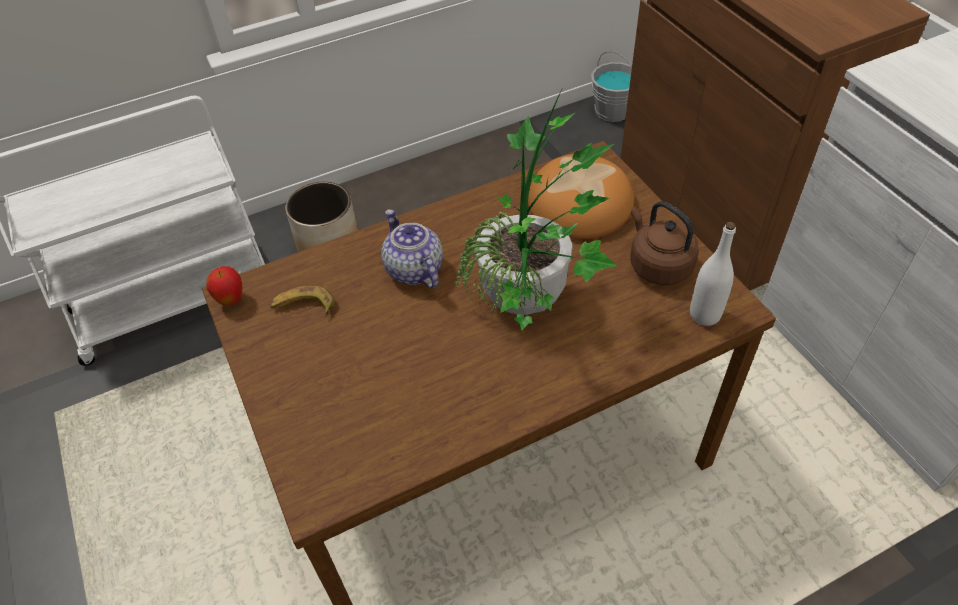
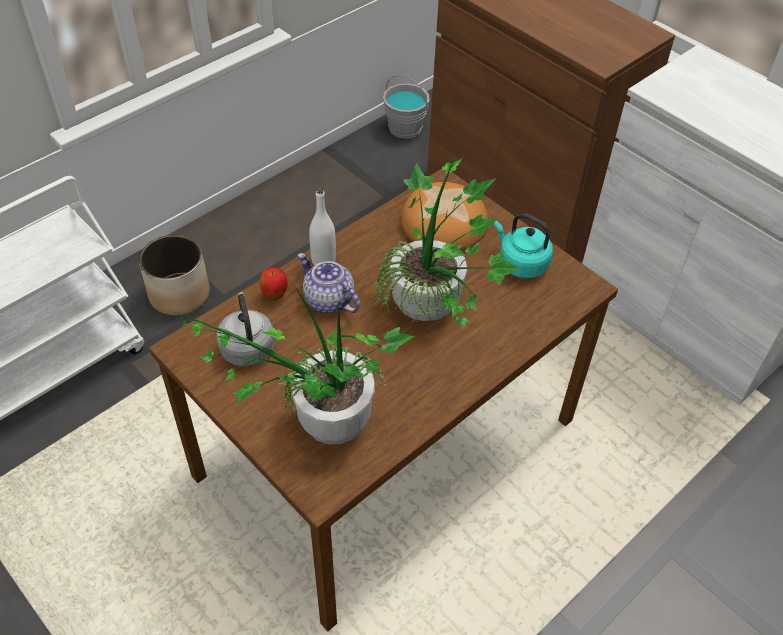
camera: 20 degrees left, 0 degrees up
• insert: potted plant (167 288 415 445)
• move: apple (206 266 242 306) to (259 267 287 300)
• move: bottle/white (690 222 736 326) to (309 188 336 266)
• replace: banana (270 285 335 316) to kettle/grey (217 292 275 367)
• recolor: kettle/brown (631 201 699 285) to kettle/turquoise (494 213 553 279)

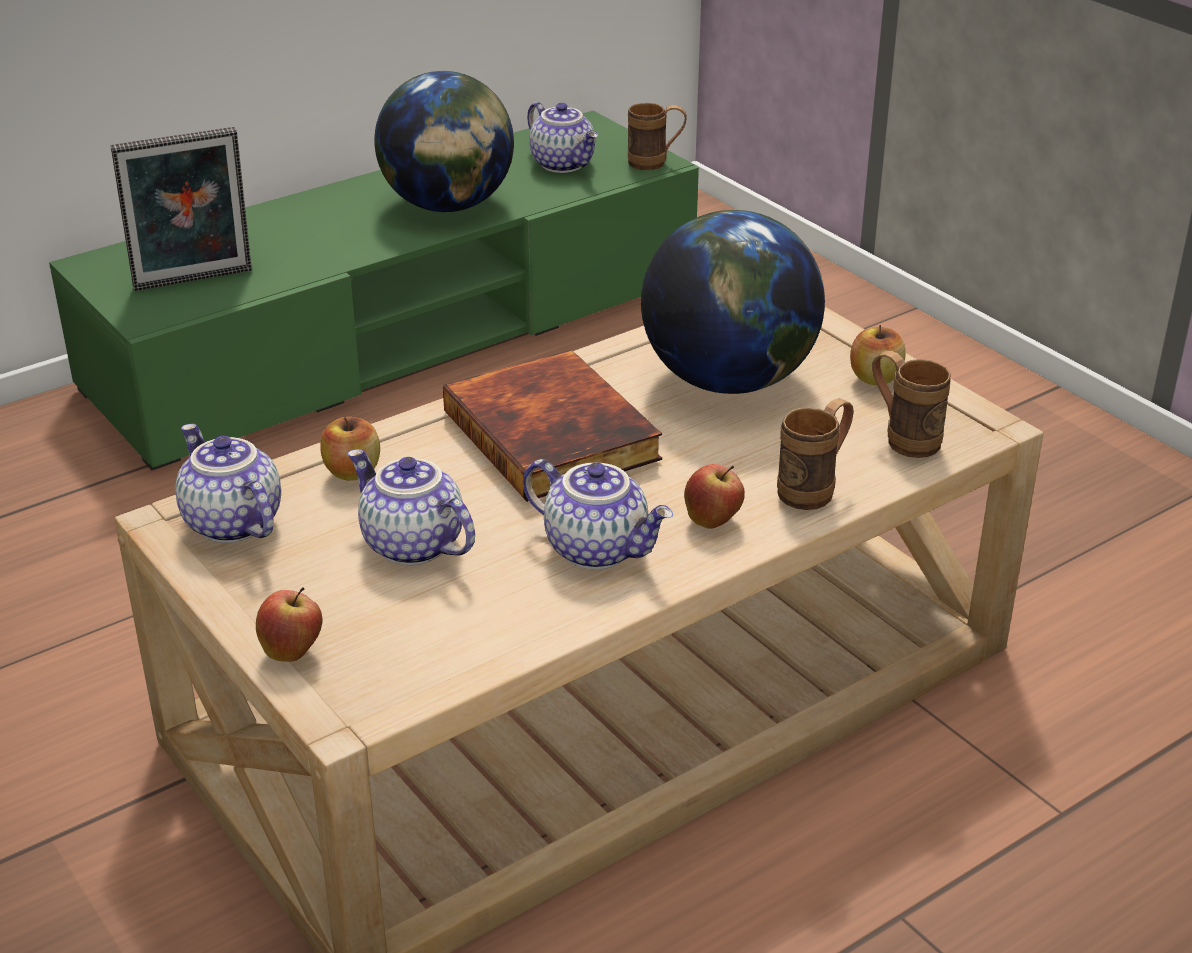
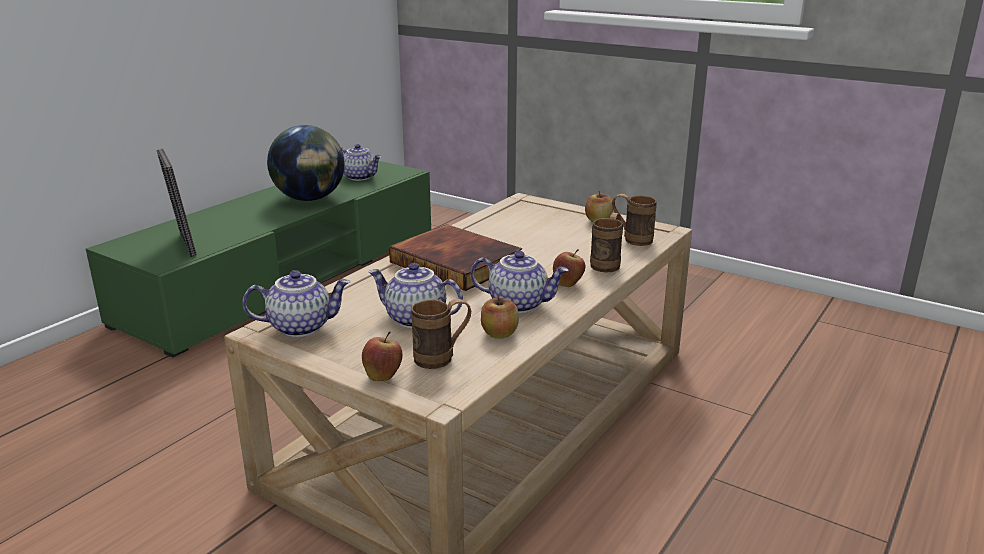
camera: 20 degrees left, 10 degrees down
• delete: globe (641 210 825 394)
• move: apple (320 417 380 481) to (481 297 519 339)
• move: mug/brown (628 103 687 170) to (411 299 471 369)
• rotate: picture frame (110 127 252 291) = (156 149 197 257) 105 degrees clockwise
• rotate: teapot (175 424 281 543) = (243 270 350 337) 135 degrees clockwise

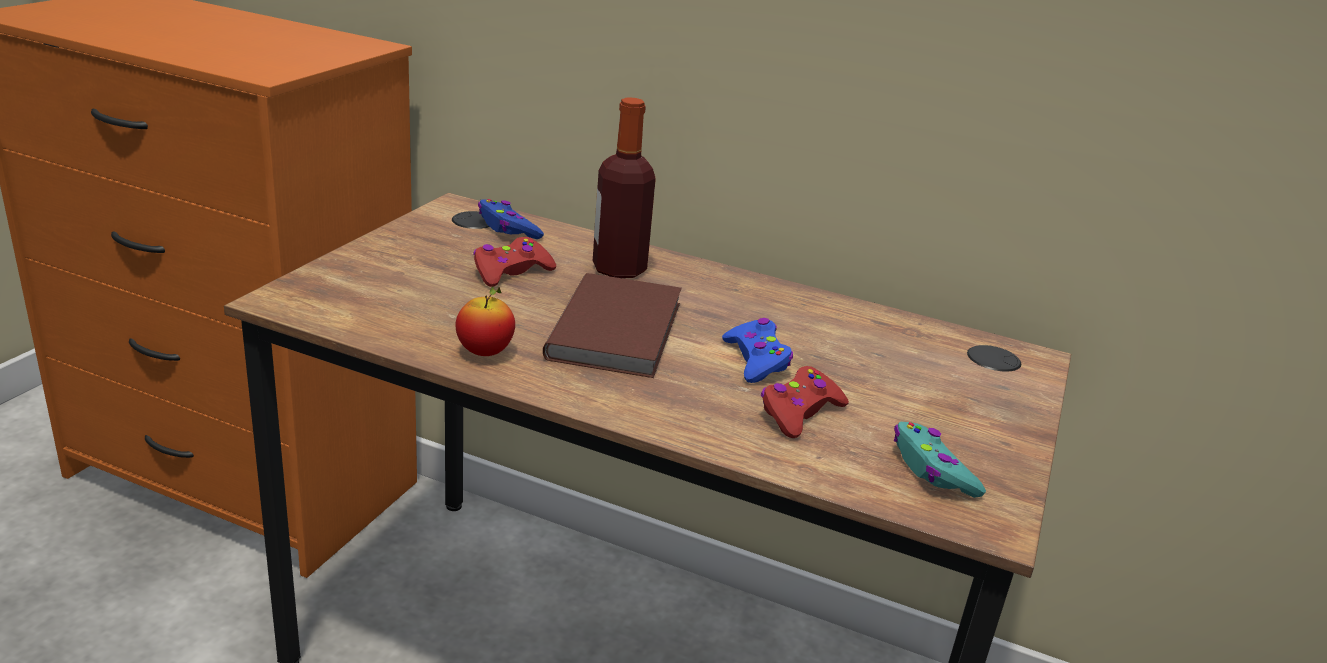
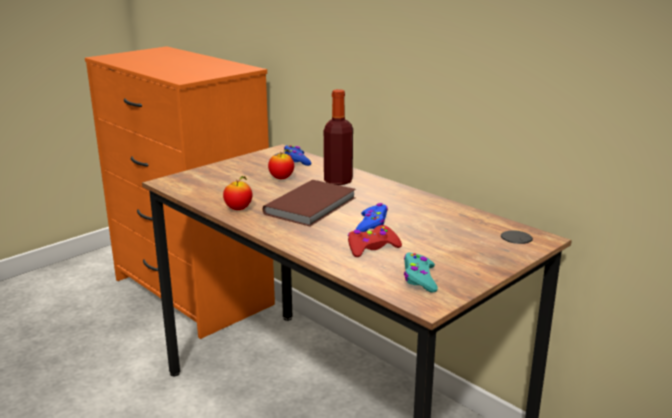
camera: 25 degrees right, 5 degrees down
• replace: game controller/red (473 237 556 287) to apple (268 149 294 179)

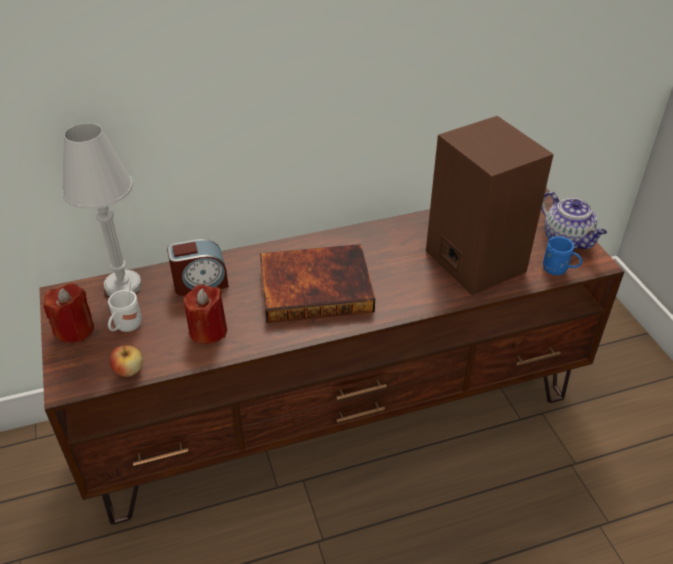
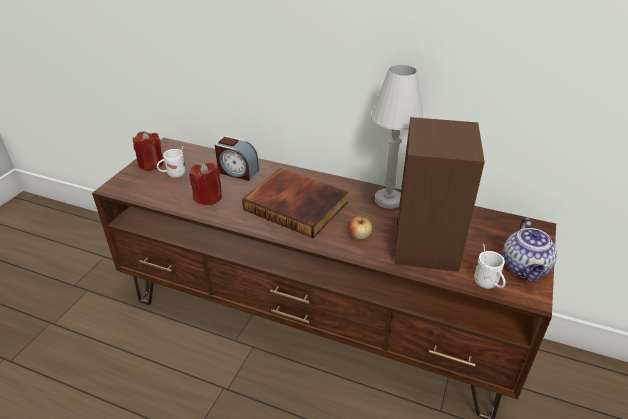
camera: 40 degrees right, 5 degrees down
• move: table lamp/white (62 123 142 296) to (371 65 424 209)
• move: apple (110 345 143 377) to (348 215 373 240)
• recolor: mug/blue (543 233 582 275) to mug/white (474 244 506 289)

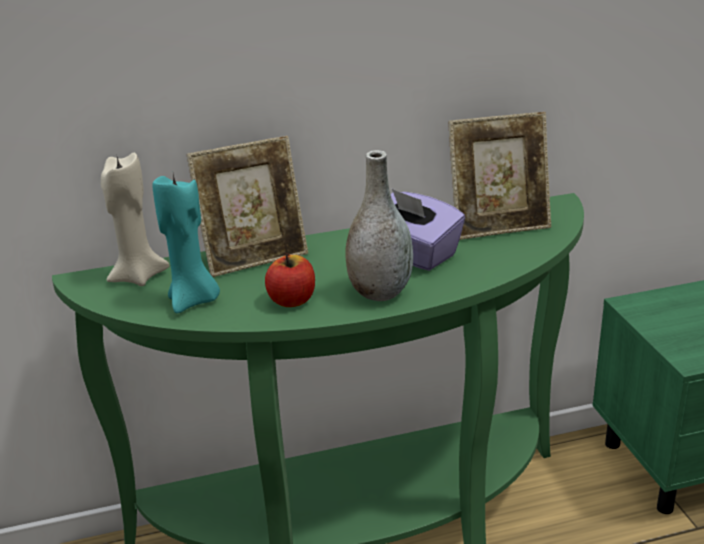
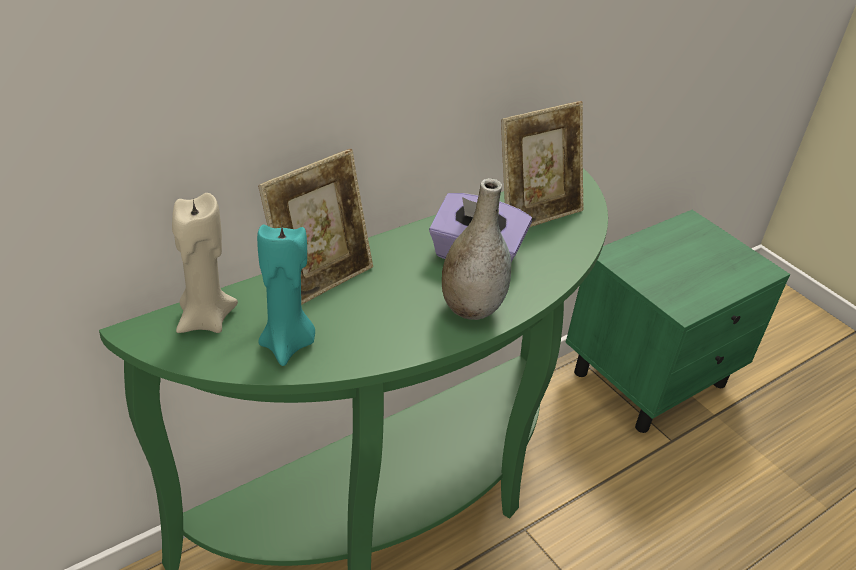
camera: 25 degrees left, 10 degrees up
• delete: apple (265 253 315 307)

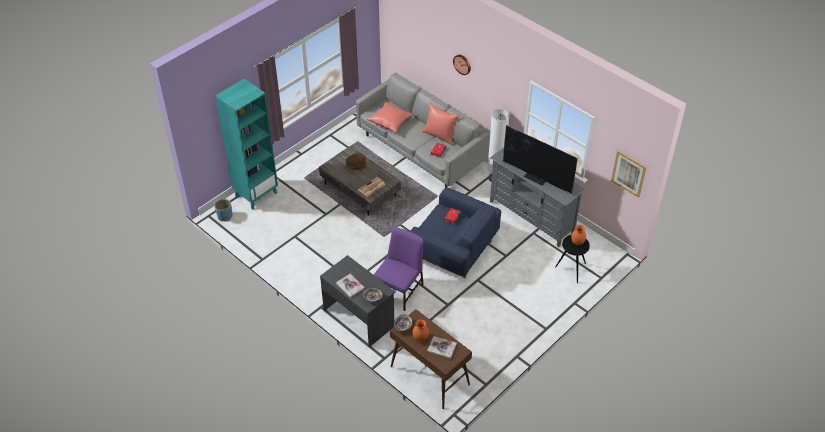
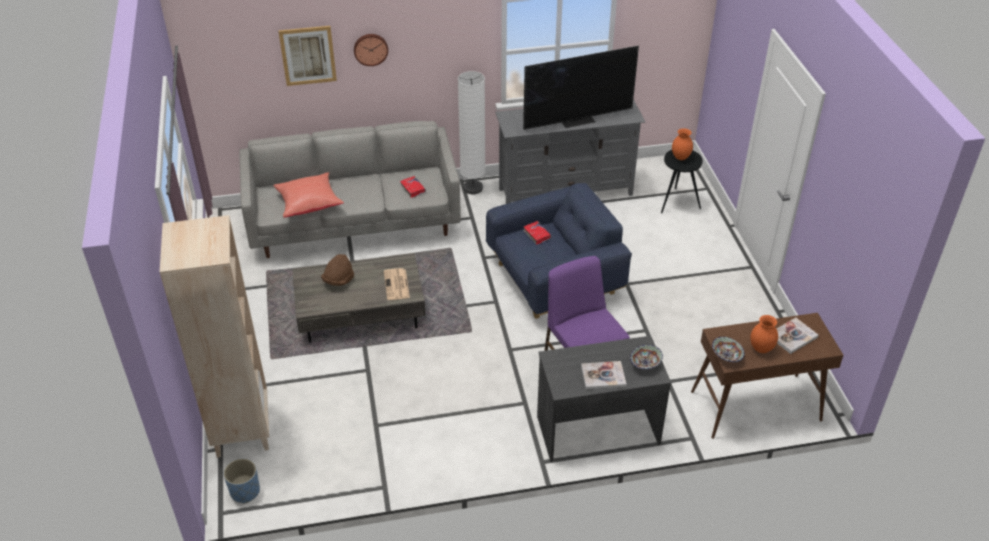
camera: 55 degrees left, 5 degrees down
• delete: pillow/red (422 103 459 145)
• move: picture (611 151 647 198) to (278 26 337 86)
• recolor: bookcase/turquoise (215 79 278 210) to bookcase/beige (160 215 269 458)

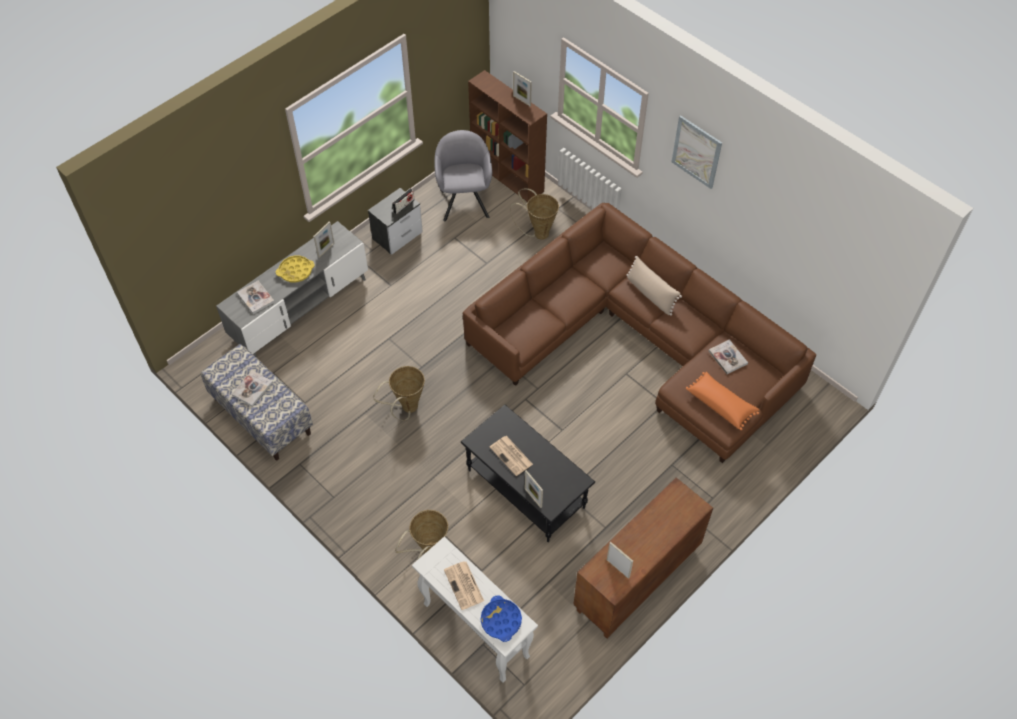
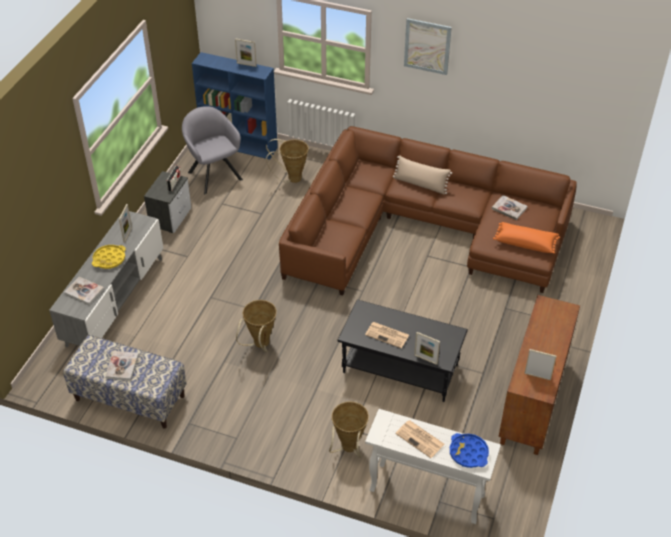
camera: 25 degrees left, 10 degrees down
• recolor: bookcase/brown (468 70 547 202) to bookcase/blue (192 52 278 160)

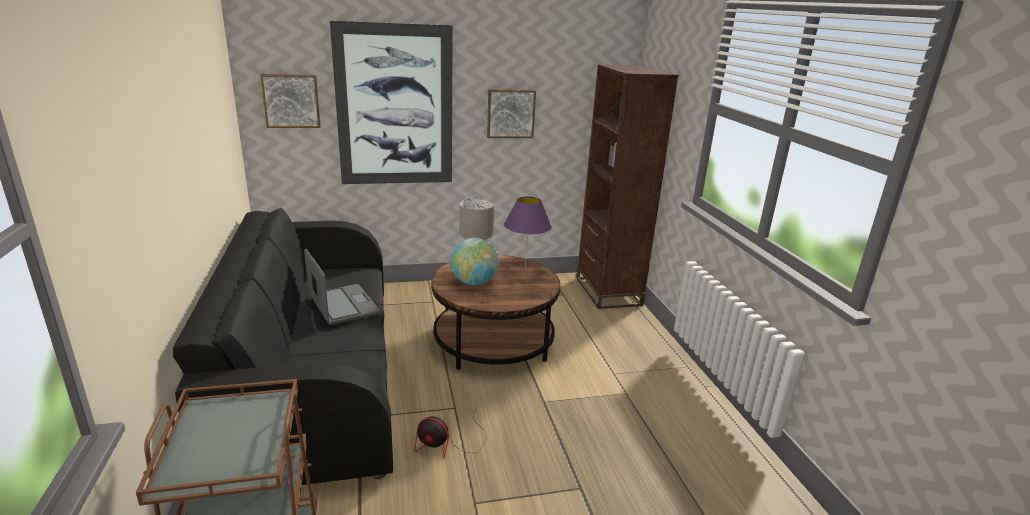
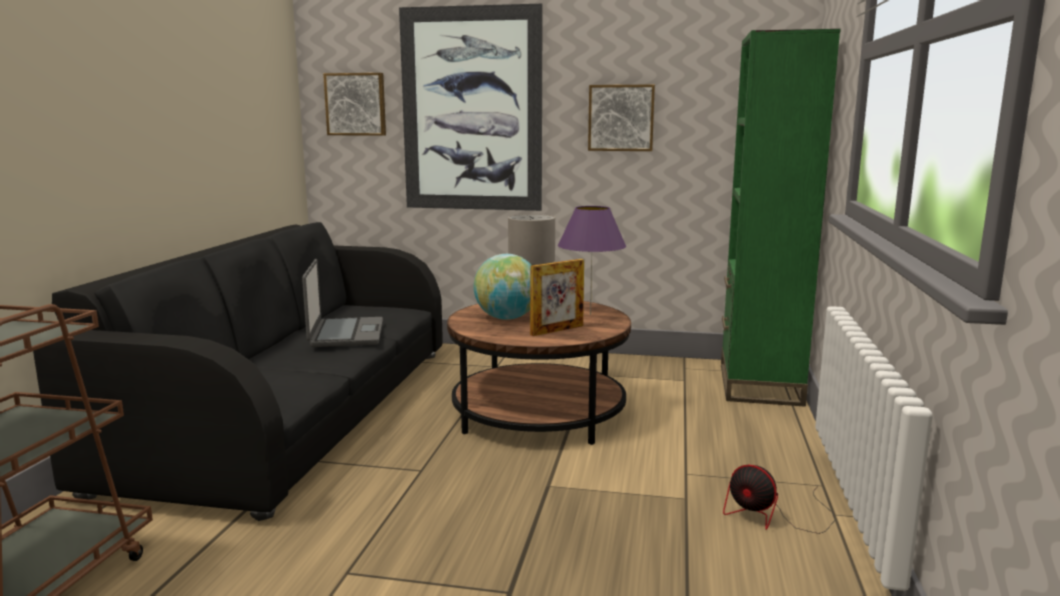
camera: 25 degrees right, 10 degrees down
• insert: picture frame (530 259 584 336)
• move: fan (414 411 487 459) to (723 465 836 534)
• recolor: bookcase/brown (576 64 679 309) to bookcase/green (721 29 841 407)

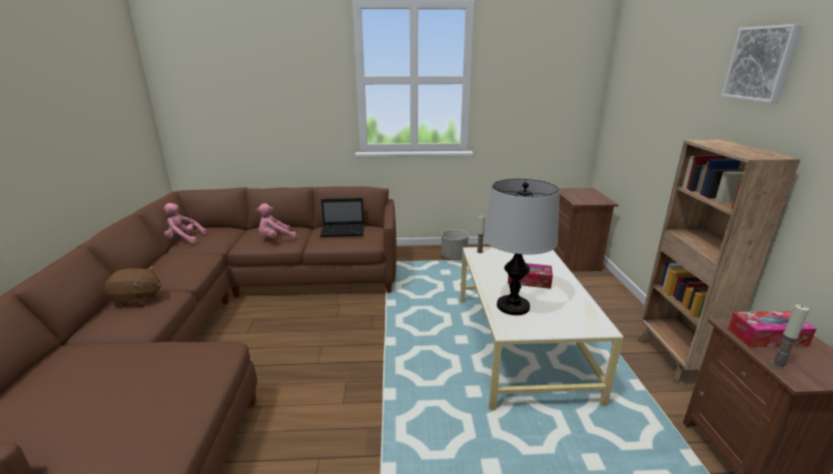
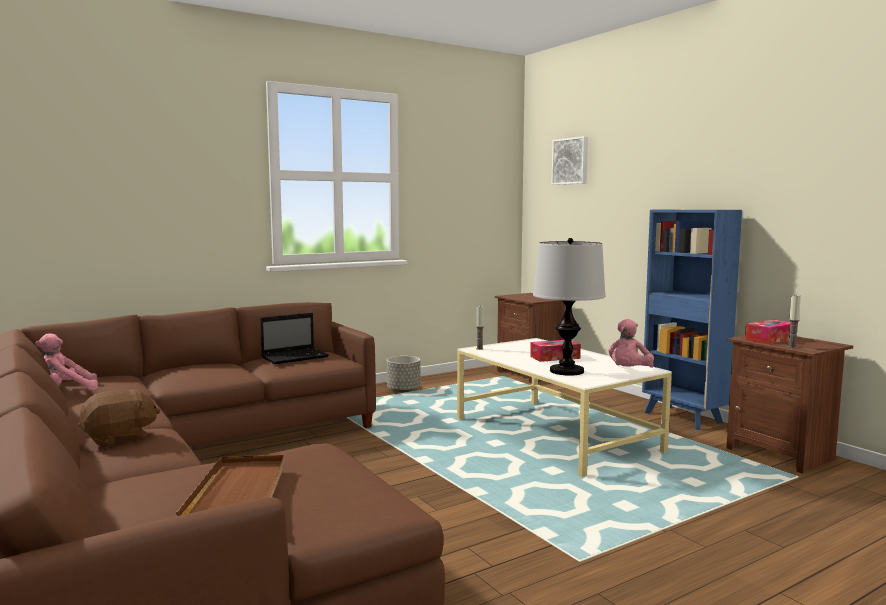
camera: 30 degrees left, 15 degrees down
• insert: tray/brown (176 455 284 516)
• move: plush toy/pink (256 203 297 239) to (608 319 654 368)
• move: picture (721 24 804 103) to (552 136 588 185)
• recolor: bookcase/brown (638 140 801 384) to bookcase/blue (642 210 742 430)

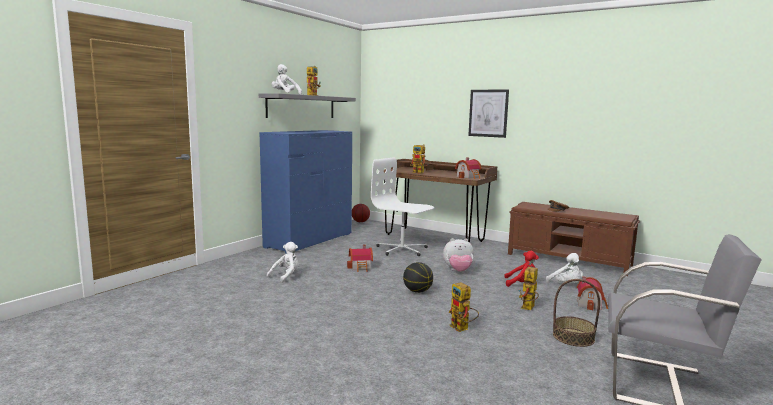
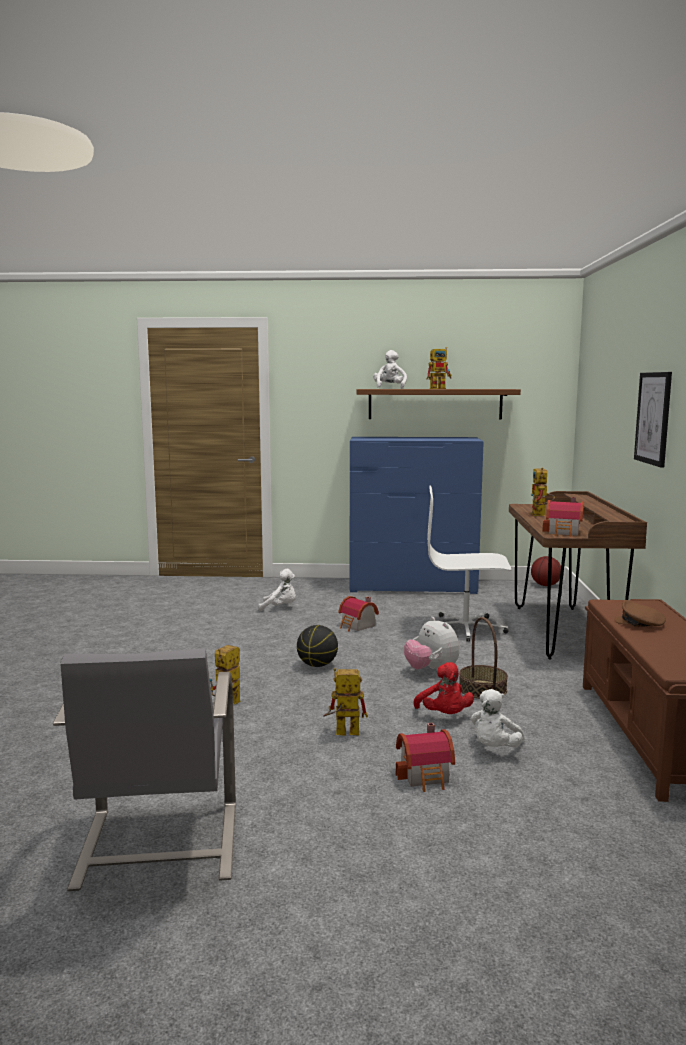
camera: 60 degrees right, 0 degrees up
• move: basket (553 279 600 347) to (459 617 508 699)
• recolor: shelf/grey (259 93 356 118) to shelf/brown (357 389 521 420)
• rotate: office chair/white (371 157 434 256) = (428 485 512 642) 90 degrees counterclockwise

